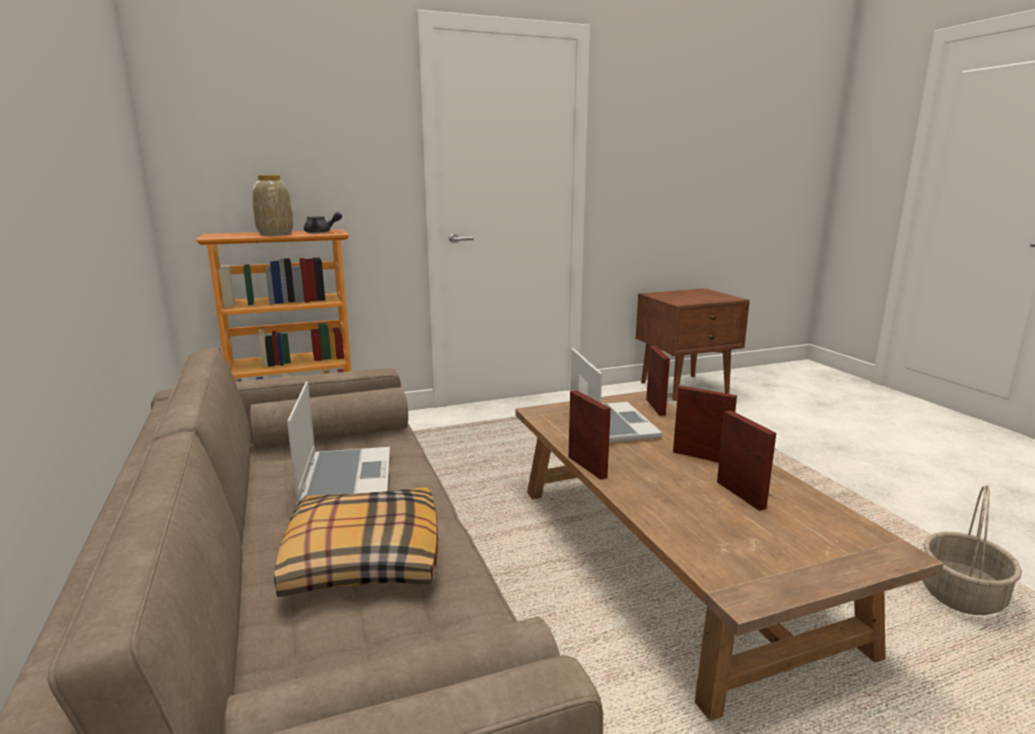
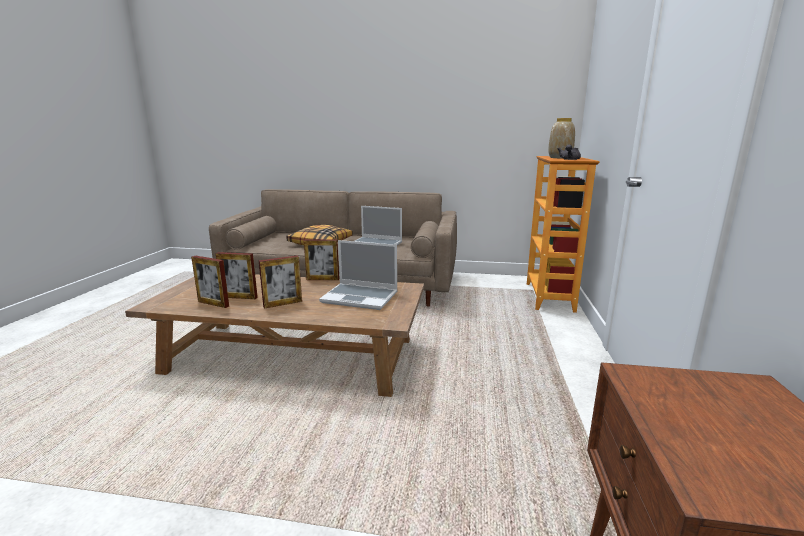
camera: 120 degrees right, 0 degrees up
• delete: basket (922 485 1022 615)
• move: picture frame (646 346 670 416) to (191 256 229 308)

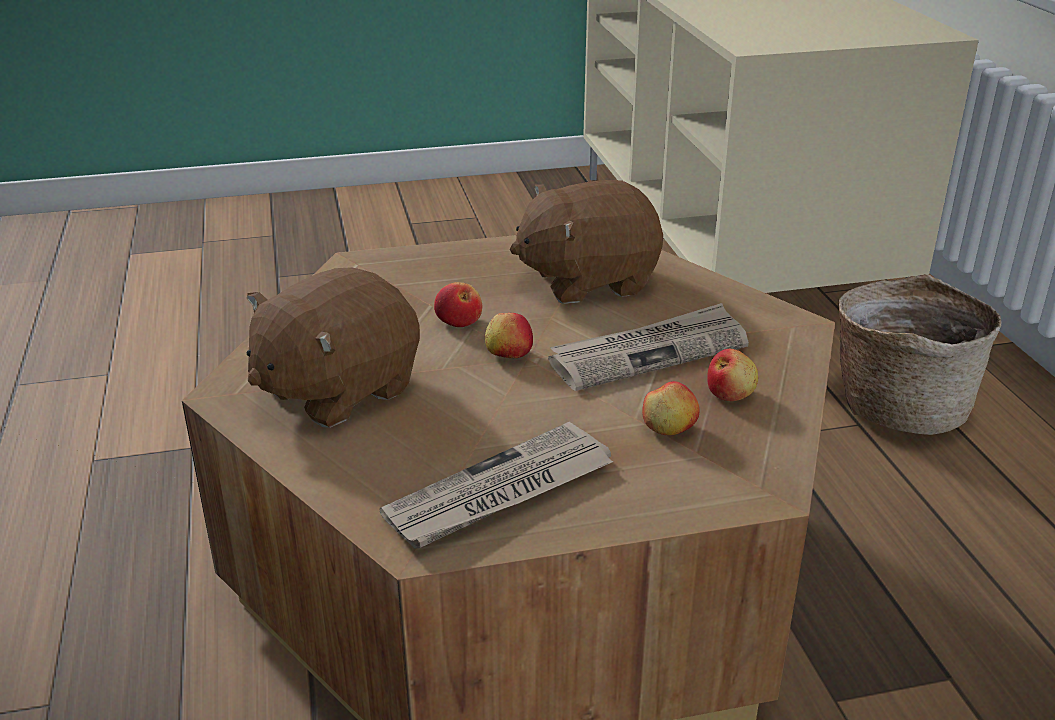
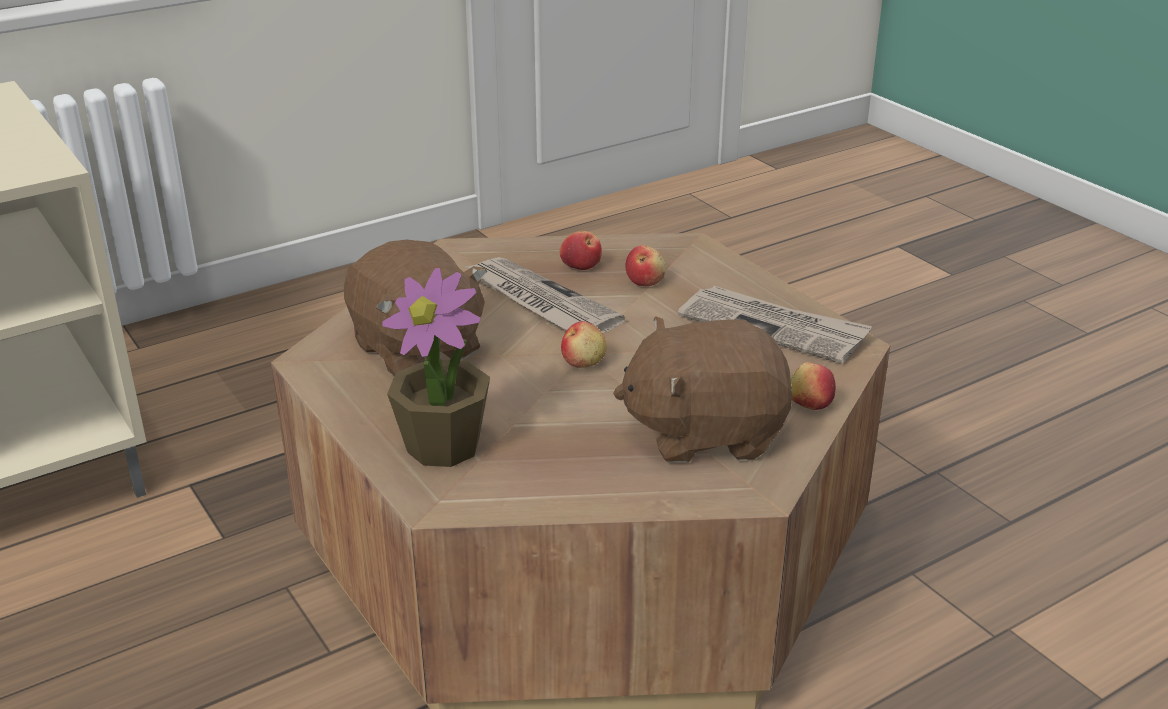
camera: 110 degrees left, 0 degrees up
• delete: basket (838 274 1002 435)
• insert: potted plant (382 268 490 467)
• move: apple (434 282 483 327) to (791 362 836 410)
• rotate: plush toy/brown (247 267 420 428) = (613 316 792 463) 150 degrees clockwise

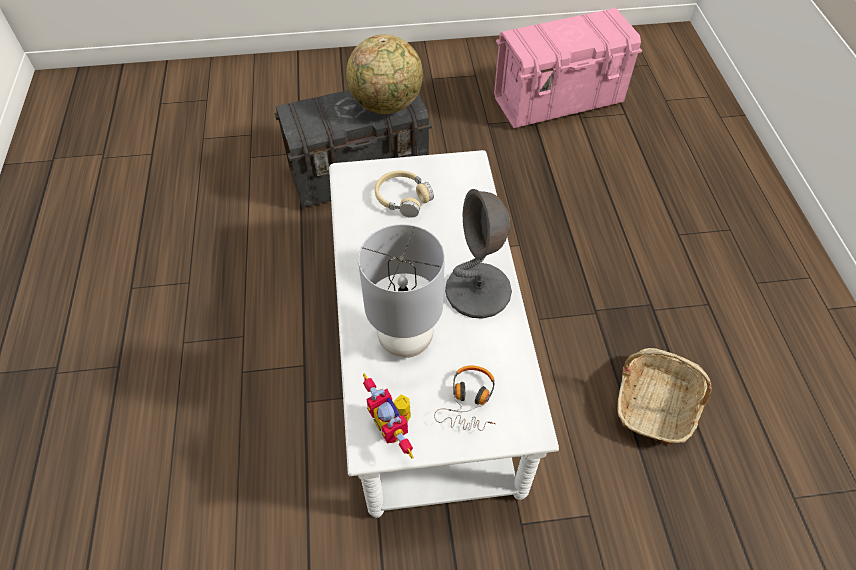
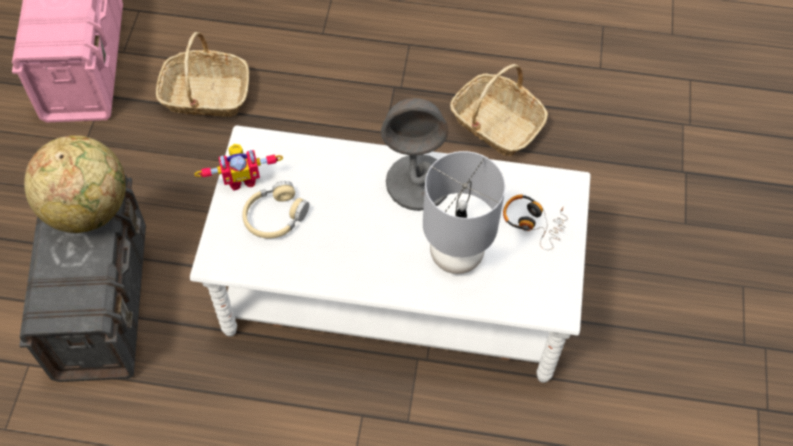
camera: 75 degrees left, 5 degrees up
• insert: basket (156 32 249 117)
• move: toy robot (363 374 413 459) to (194 144 283 190)

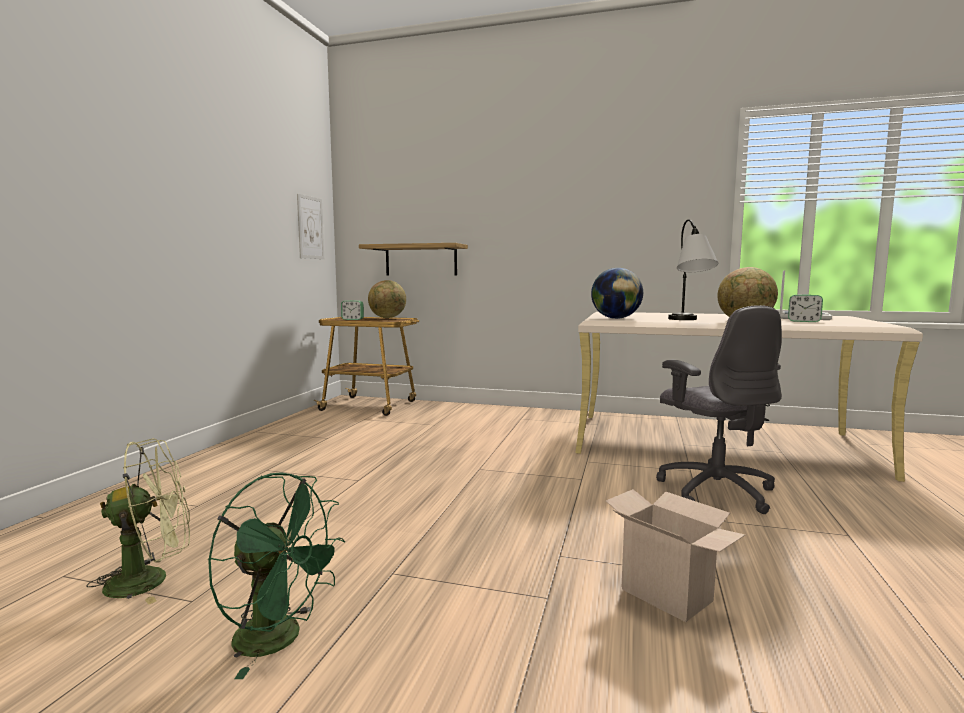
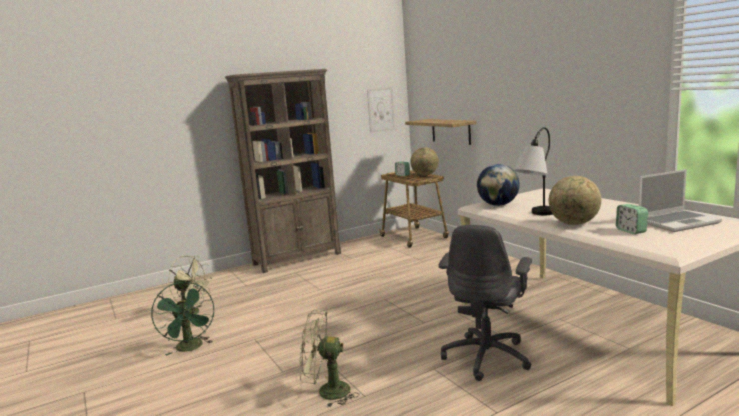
camera: 45 degrees right, 5 degrees up
• insert: bookcase/brown (225 69 341 273)
• replace: cardboard box (606 489 745 622) to fan/green (299 310 359 408)

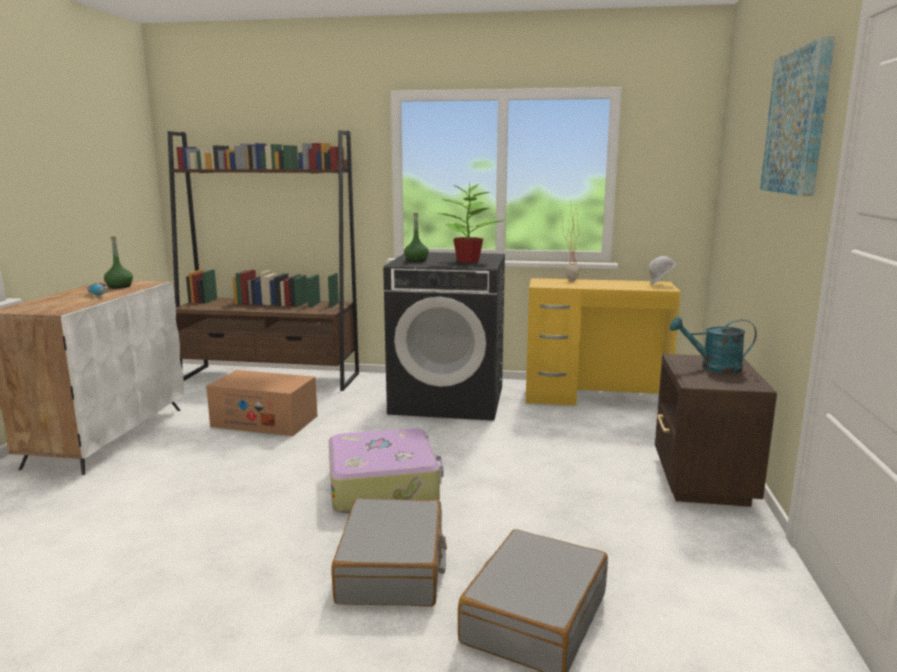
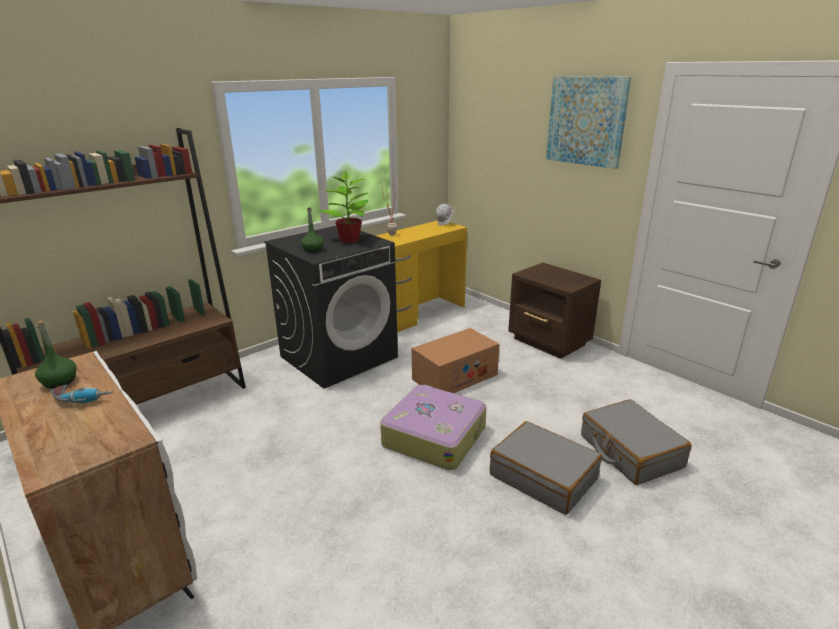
camera: 50 degrees left, 10 degrees up
• delete: watering can/turquoise (670 316 757 374)
• move: cardboard box (206 370 317 436) to (412 328 499 393)

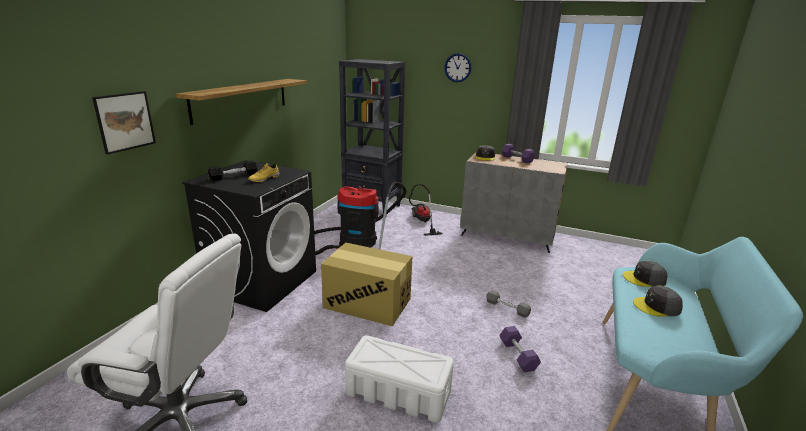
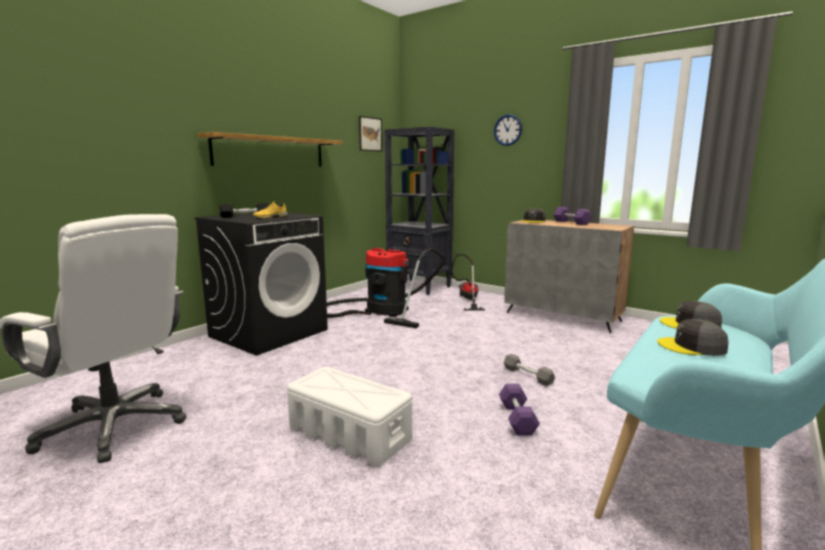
camera: 15 degrees right, 10 degrees down
• delete: cardboard box (321 242 412 326)
• move: picture (92 91 156 155) to (359 116 382 151)

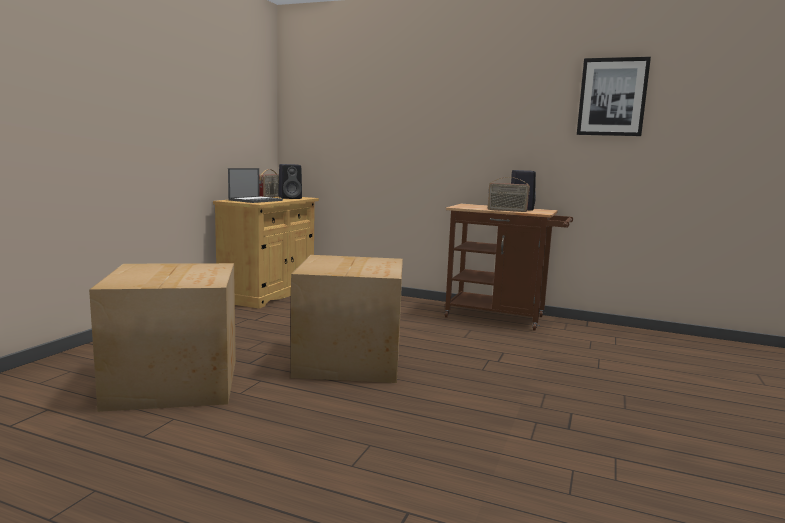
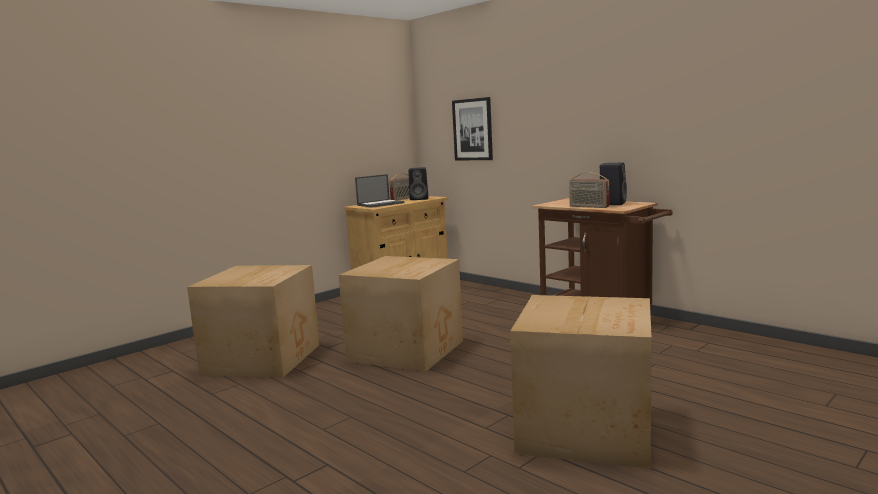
camera: 25 degrees right, 0 degrees up
• insert: cardboard box (510 295 652 469)
• move: picture (577 57 651 136) to (452 97 493 160)

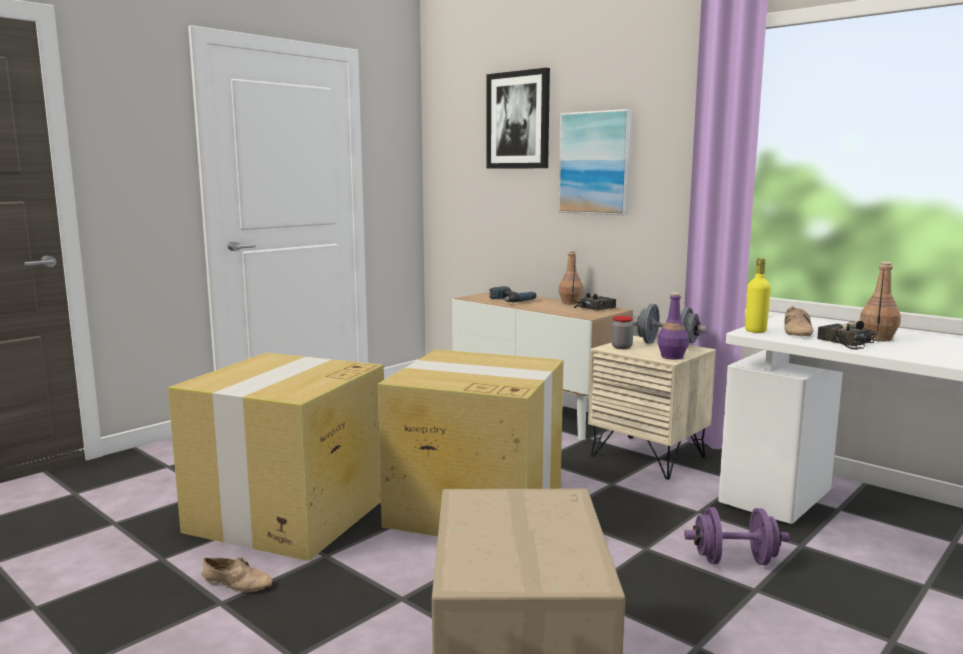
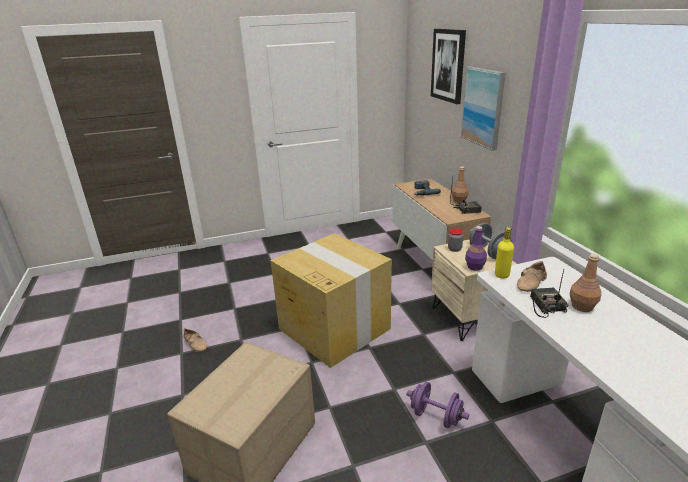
camera: 30 degrees right, 15 degrees up
• delete: cardboard box (168 353 384 561)

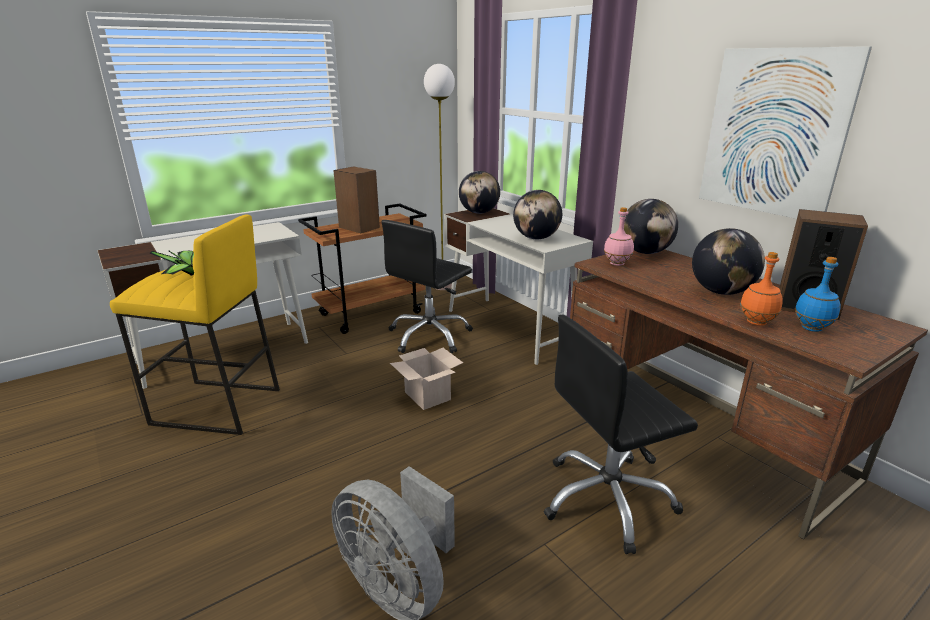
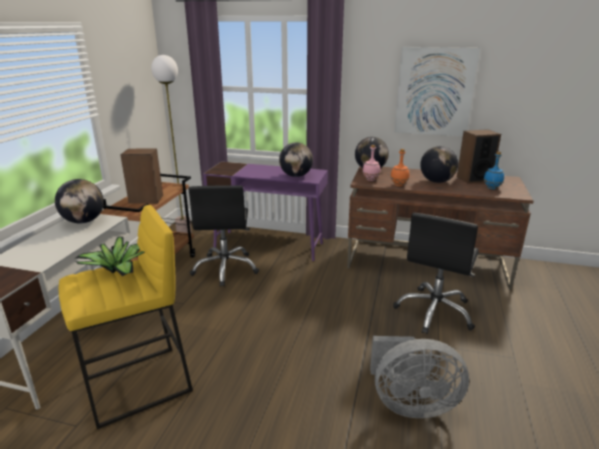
camera: 40 degrees left, 0 degrees up
• delete: cardboard box (390 348 463 410)
• move: globe (459 171 500 214) to (55 179 104 223)
• move: bottle/orange (740 252 783 326) to (390 149 409 186)
• recolor: desk/white (444 208 593 365) to desk/purple (203 162 328 261)

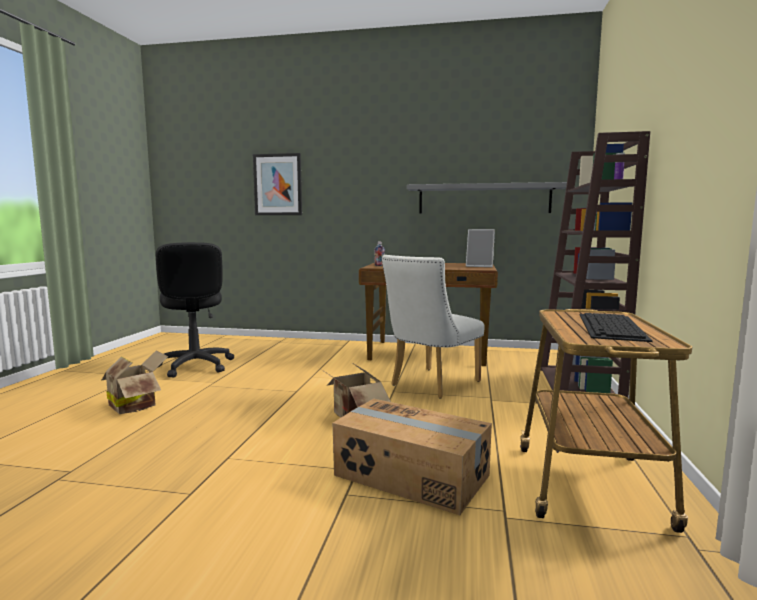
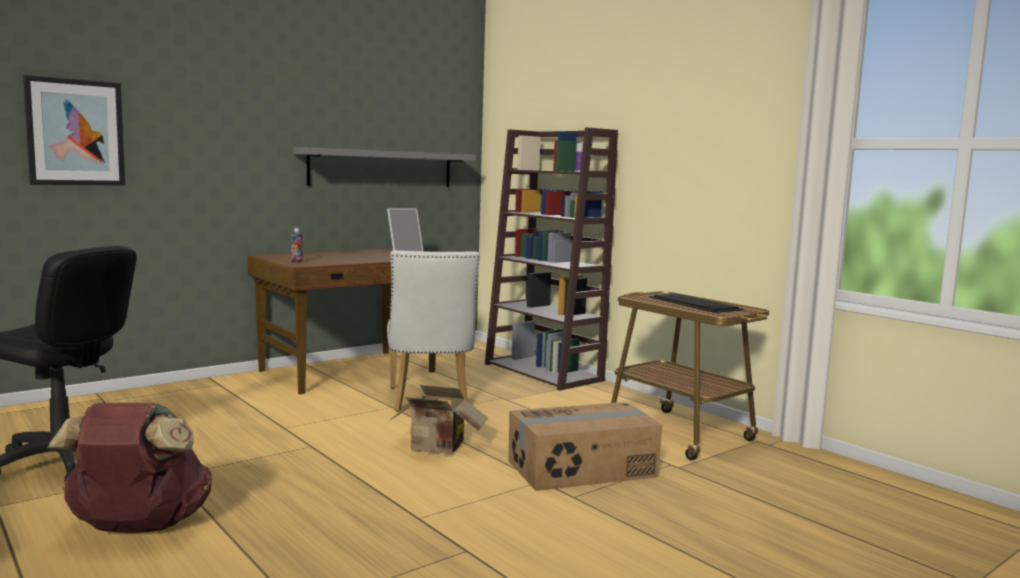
camera: 50 degrees left, 0 degrees up
• replace: cardboard box (101 351 168 414) to backpack/brown (48 403 212 533)

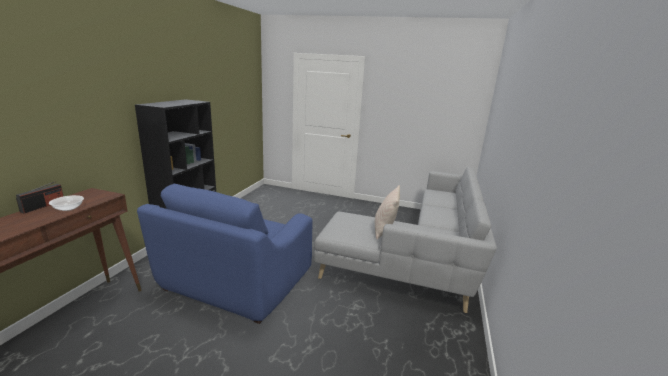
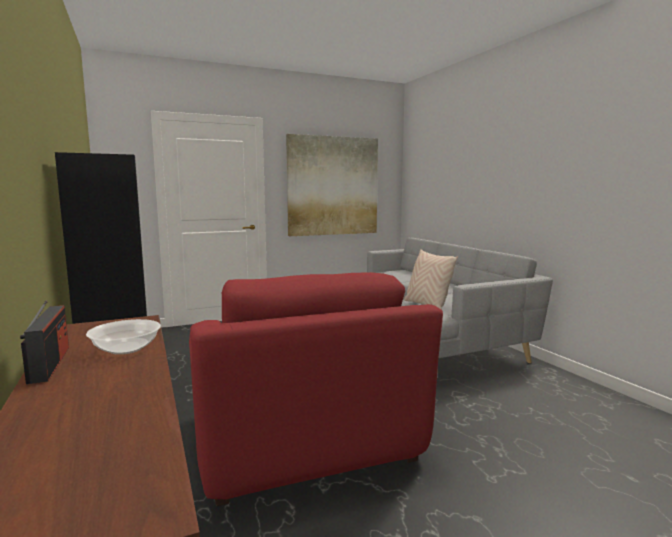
camera: 40 degrees left, 10 degrees down
• insert: picture (286 134 378 236)
• recolor: armchair/blue (137 184 313 324) to armchair/red (189 272 443 506)

